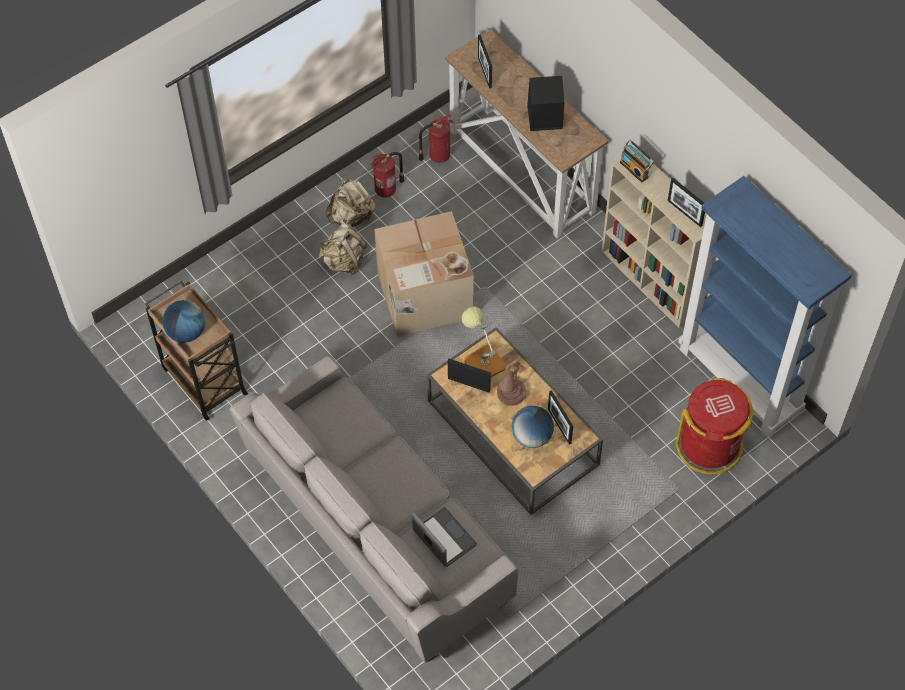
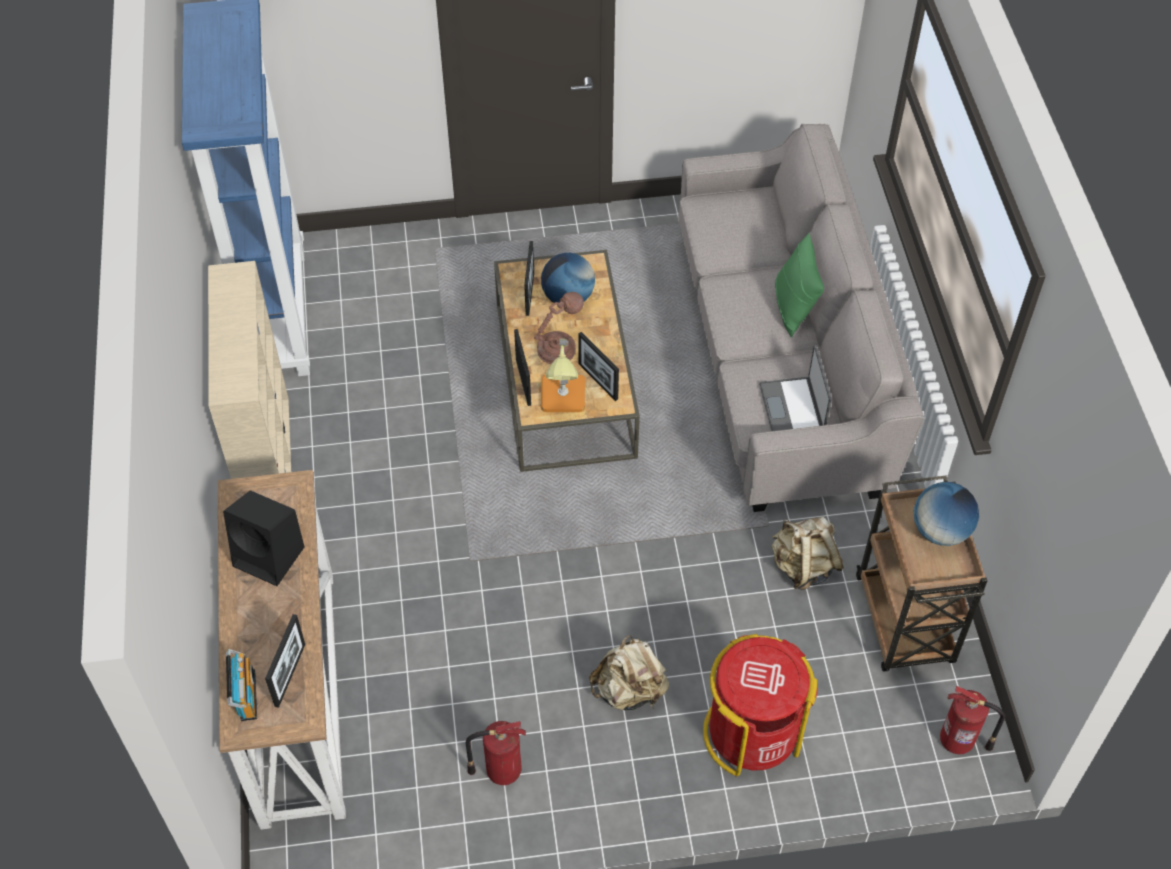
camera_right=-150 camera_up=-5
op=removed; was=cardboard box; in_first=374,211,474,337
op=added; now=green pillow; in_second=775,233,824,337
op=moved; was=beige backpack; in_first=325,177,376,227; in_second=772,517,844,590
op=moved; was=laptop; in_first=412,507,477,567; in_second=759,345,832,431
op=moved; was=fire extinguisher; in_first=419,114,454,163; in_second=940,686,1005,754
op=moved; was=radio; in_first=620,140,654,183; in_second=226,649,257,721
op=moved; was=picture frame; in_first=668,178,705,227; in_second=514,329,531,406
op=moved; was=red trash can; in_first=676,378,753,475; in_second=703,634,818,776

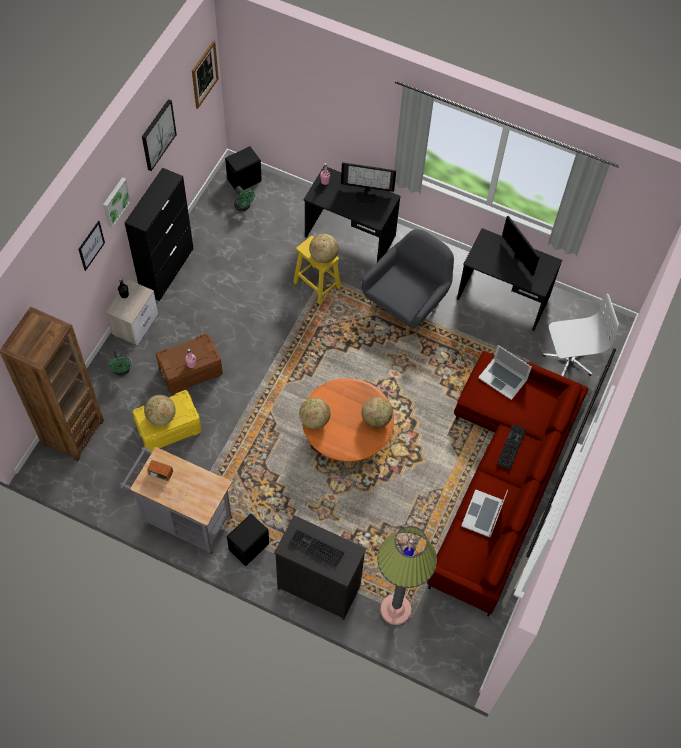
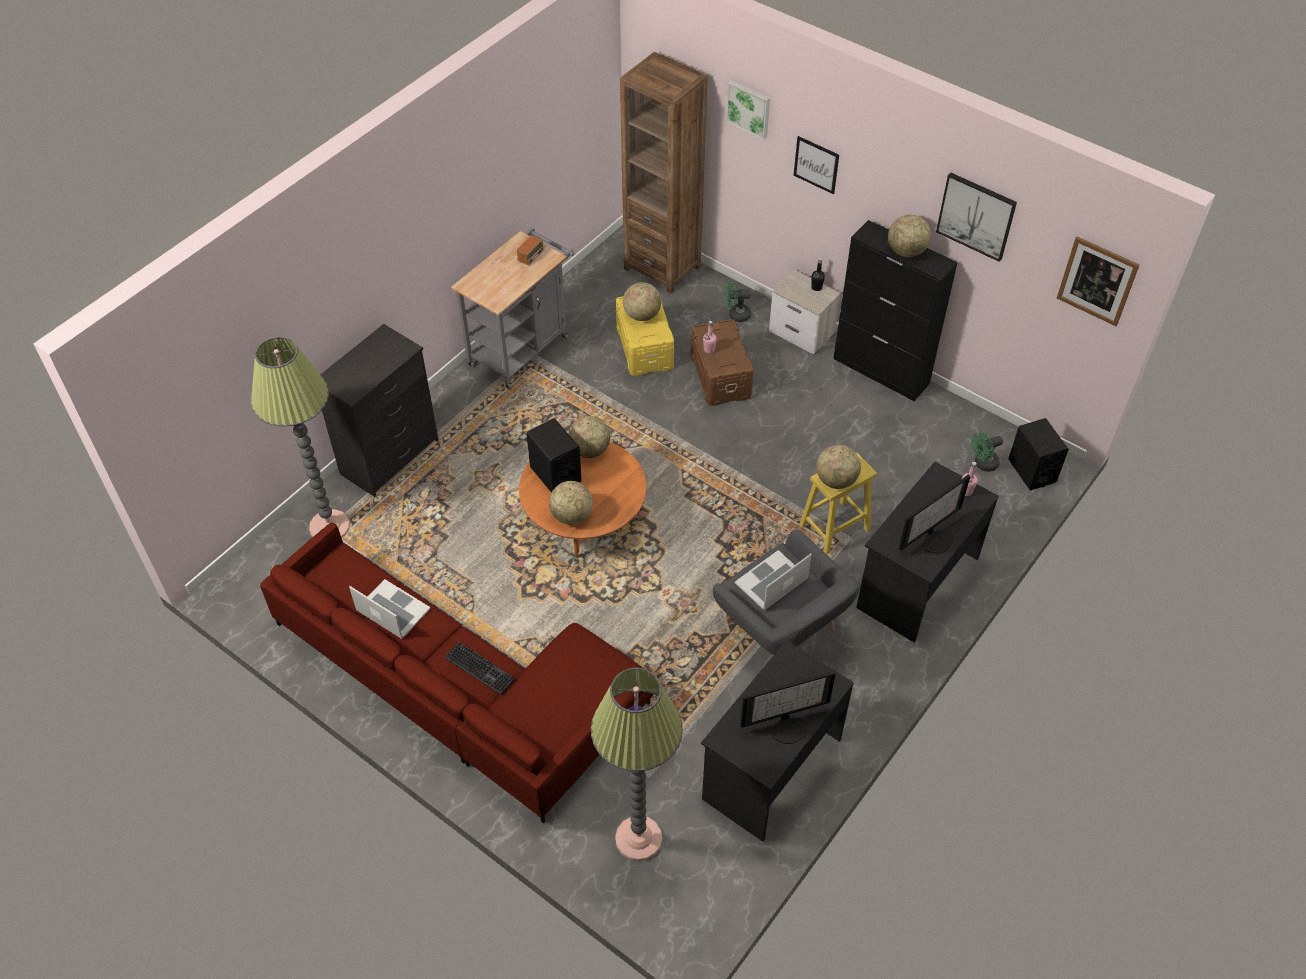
camera_right=105 camera_up=-10
op=removed; was=keyboard; in_first=289,530,344,567
op=added; now=globe; in_second=888,215,931,257
op=moved; was=picture; in_first=103,177,131,228; in_second=726,80,770,140
op=moved; was=black speaker; in_first=227,514,269,566; in_second=527,418,581,492
op=moved; was=laptop; in_first=478,345,532,400; in_second=735,550,812,611
op=replaced; was=white office chair; now=floor lamp; in_first=542,294,619,376; in_second=591,668,683,862
op=turned; was=monitor; in_first=341,162,396,204; in_second=899,475,970,553; clockwise=-150

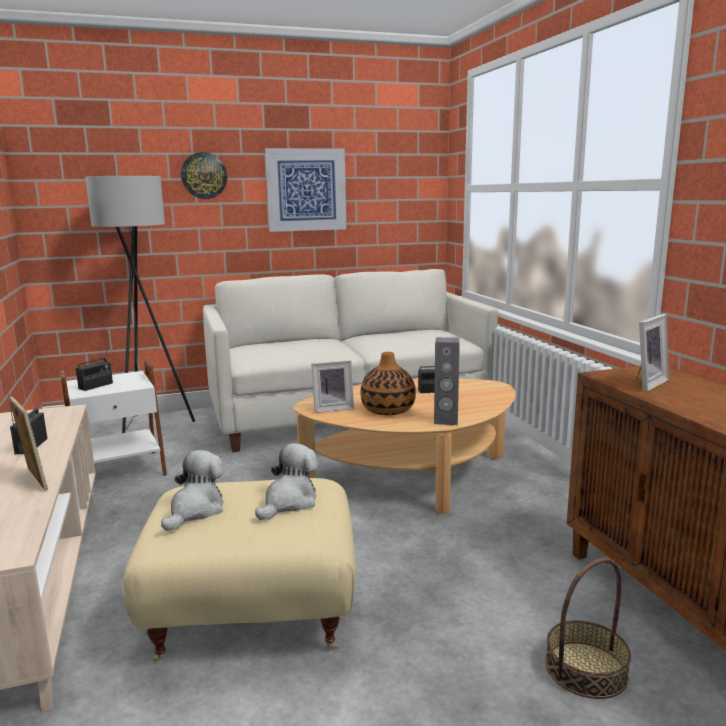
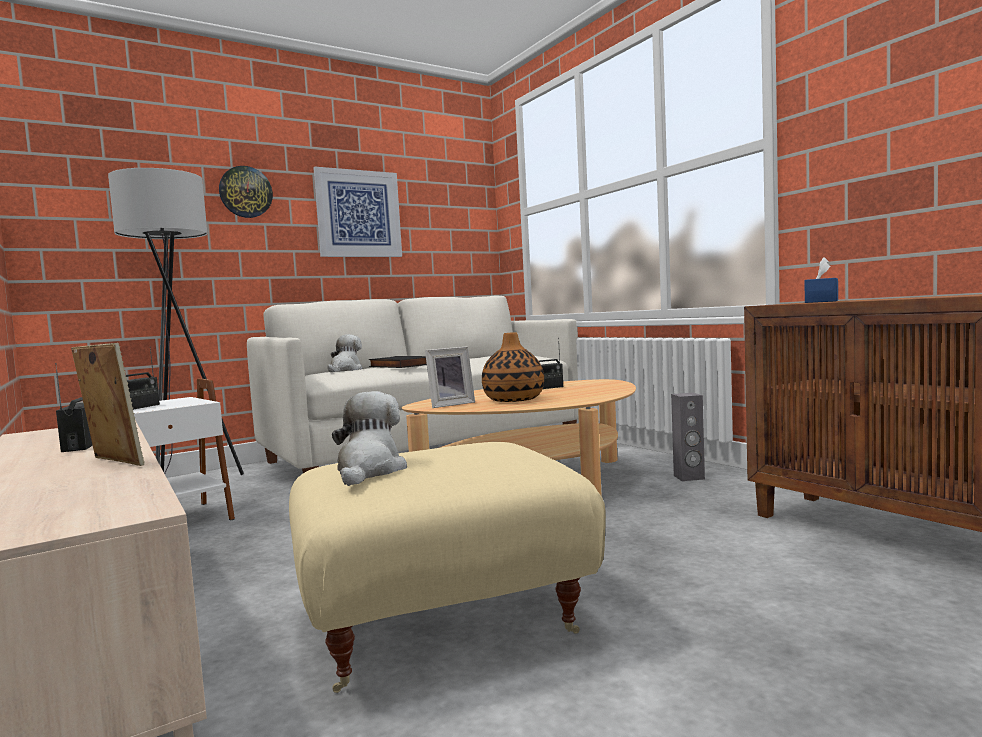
camera_right=-15 camera_up=-10
op=removed; was=basket; in_first=545,558,631,699
op=added; now=black book; in_second=369,356,427,368
op=moved; was=plush toy; in_first=255,443,318,520; in_second=327,334,362,372
op=moved; was=grey speaker; in_first=434,337,460,425; in_second=671,393,705,481
op=replaced; was=picture frame; now=blue tissue box; in_first=635,314,669,392; in_second=804,257,838,303

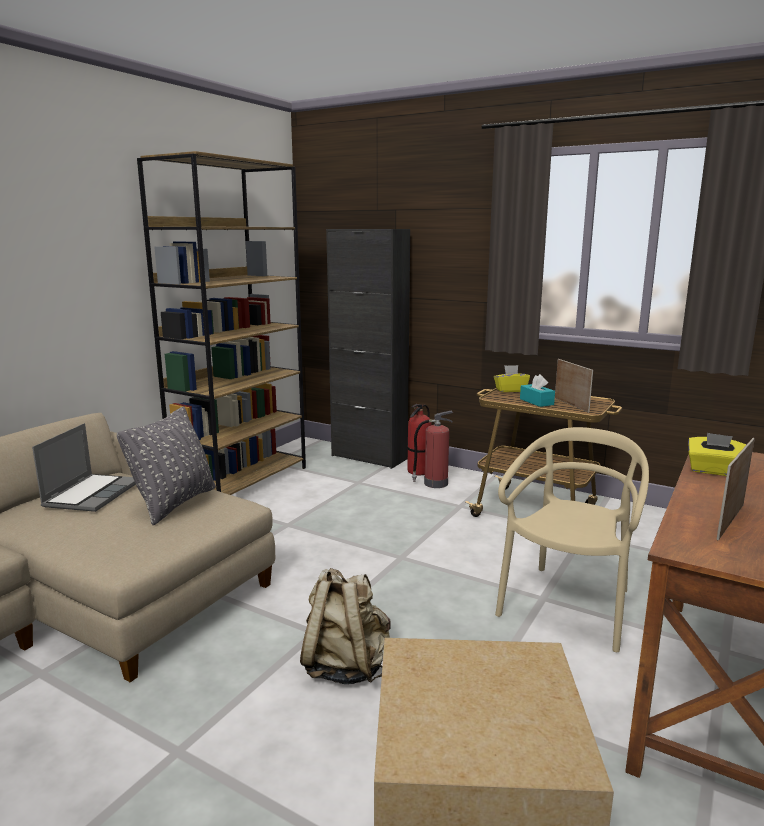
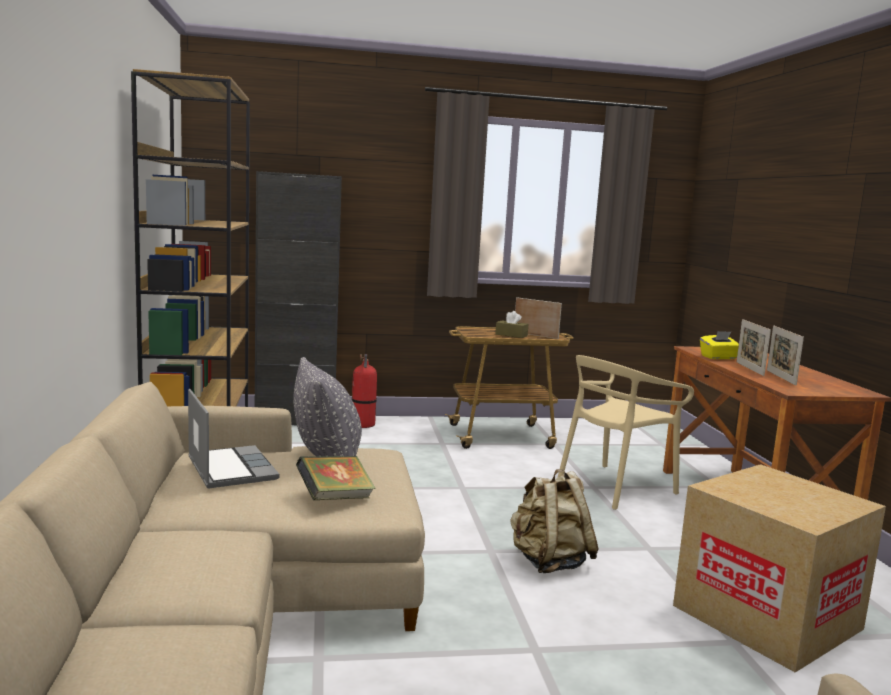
camera_right=-40 camera_up=-5
op=removed; was=fire extinguisher; in_first=412,410,453,488
op=removed; was=yellow tissue box; in_first=494,365,530,392
op=added; now=book; in_second=296,456,376,500
op=added; now=picture frame; in_second=736,319,771,376
op=recoloured; was=turquoise tissue box; now=brown tissue box; in_first=520,374,555,407; in_second=495,311,528,338
op=turned; was=beige chair; in_first=495,427,649,652; in_second=558,355,694,510; clockwise=-120

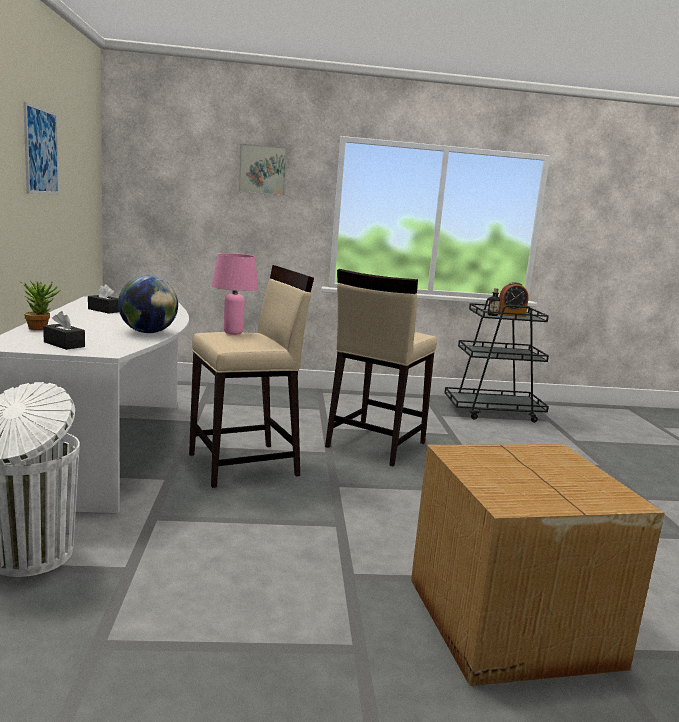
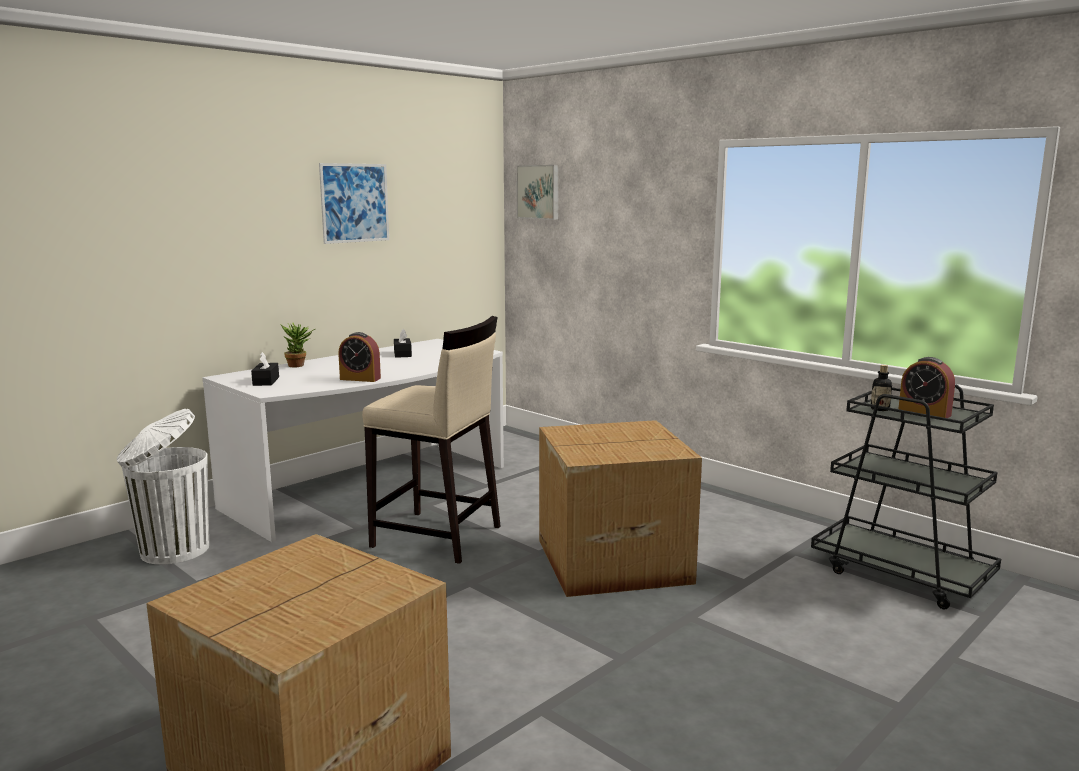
camera_right=50 camera_up=0
op=removed; was=pink table lamp; in_first=212,253,258,335
op=moved; was=picture; in_first=238,143,288,196; in_second=516,165,559,220
op=replaced; was=globe; now=alarm clock; in_first=118,276,178,333; in_second=338,332,381,382
op=replaced; was=beige stool; now=cardboard box; in_first=325,269,437,467; in_second=539,420,702,597

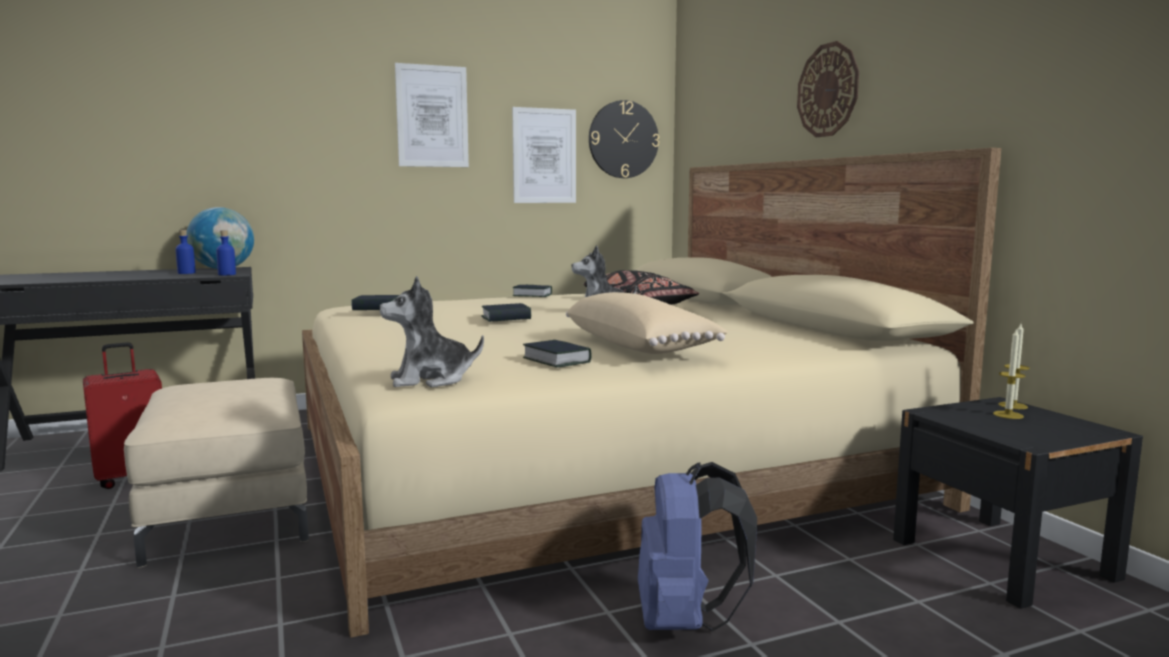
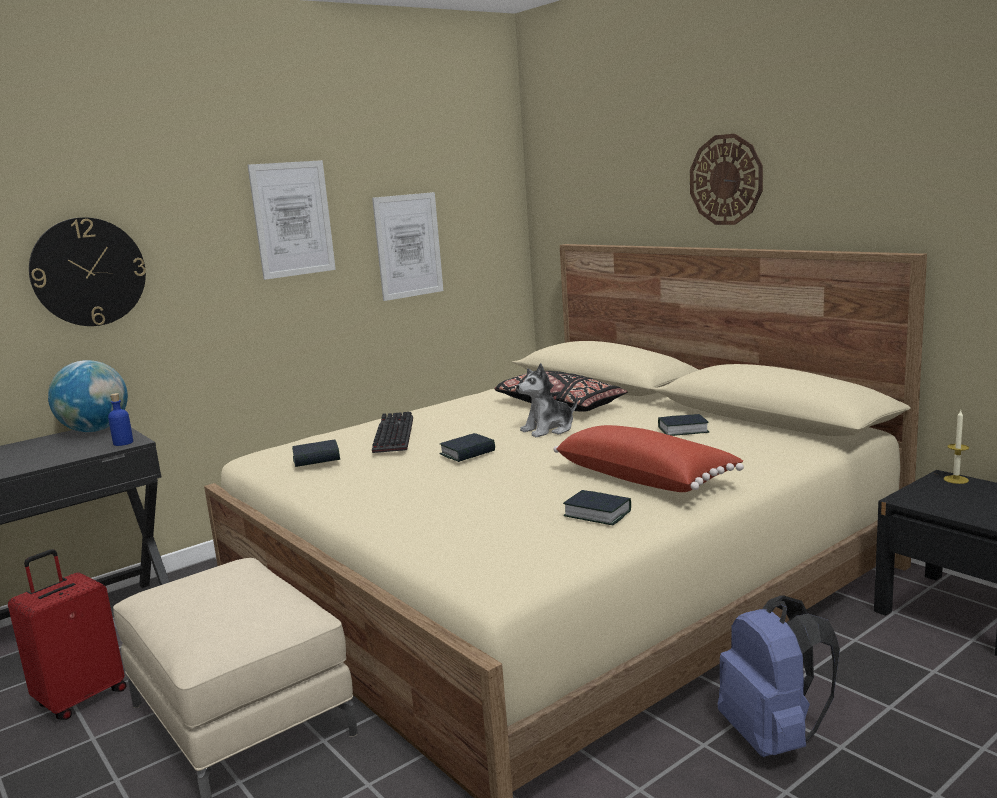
camera_right=-15 camera_up=5
op=removed; was=blue bottle; in_first=175,230,196,274
op=removed; was=plush toy; in_first=379,276,484,387
op=removed; was=candle; in_first=993,328,1025,419
op=added; now=keyboard; in_second=372,412,413,453
op=moved; was=book; in_first=512,285,552,297; in_second=658,414,710,436
op=moved; was=wall clock; in_first=589,100,659,178; in_second=29,217,146,326
op=recoloured; was=beige pillow; now=red pillow; in_first=566,292,728,354; in_second=554,425,744,492

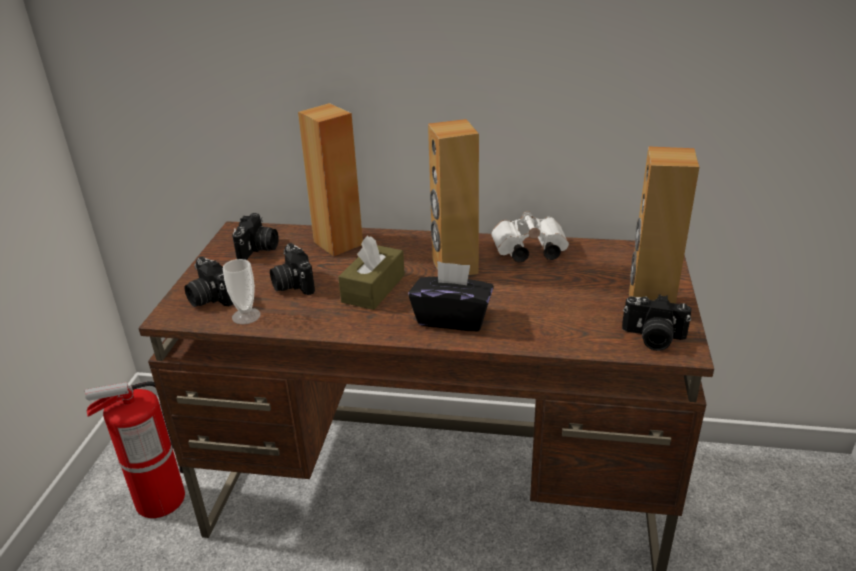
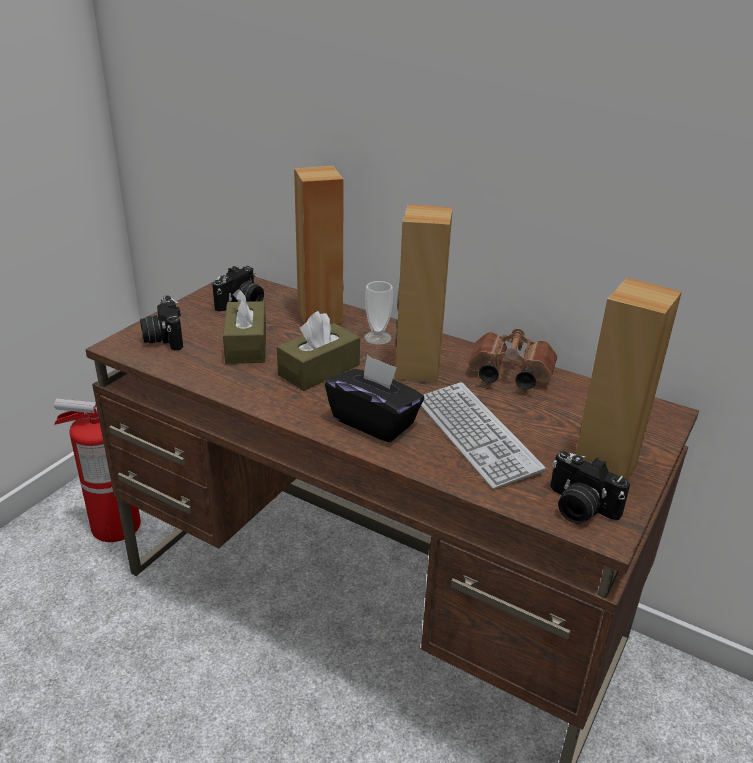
camera_right=20 camera_up=0
op=added; now=keyboard; in_second=421,382,546,489
op=moved; was=cup; in_first=223,259,261,325; in_second=364,281,393,345
op=replaced; was=photo camera; now=brown tissue box; in_first=270,243,315,295; in_second=223,289,266,364
op=recoloured; was=white binoculars; now=brown binoculars; in_first=491,211,569,262; in_second=468,329,557,390

